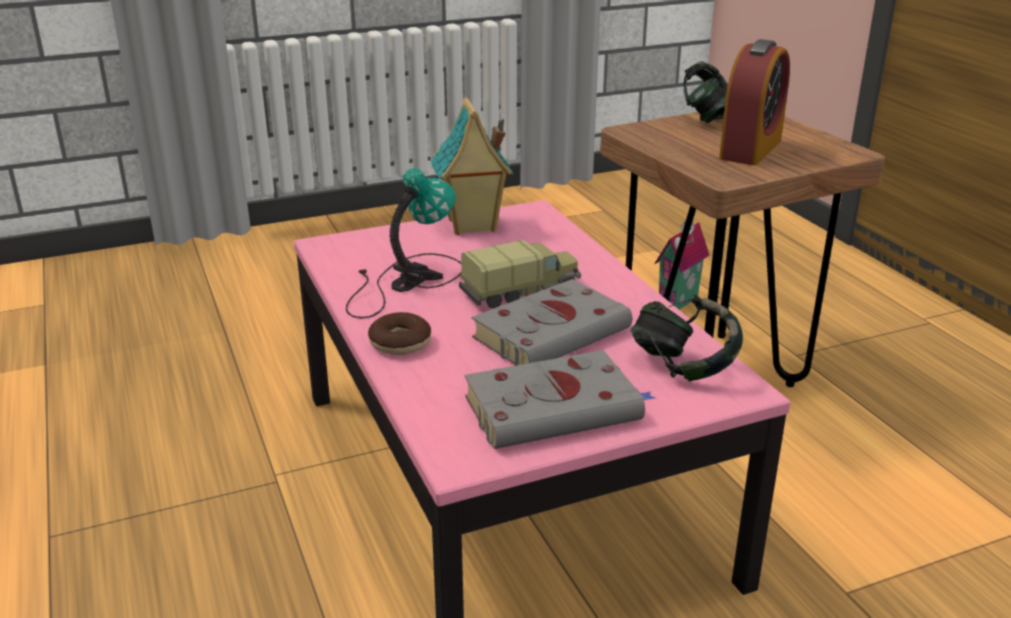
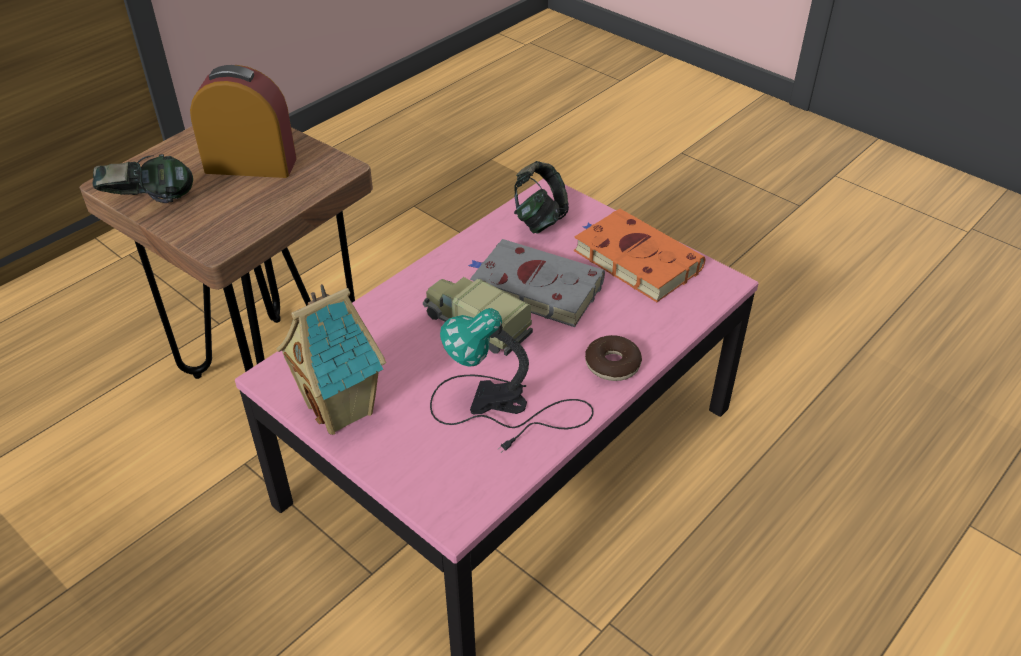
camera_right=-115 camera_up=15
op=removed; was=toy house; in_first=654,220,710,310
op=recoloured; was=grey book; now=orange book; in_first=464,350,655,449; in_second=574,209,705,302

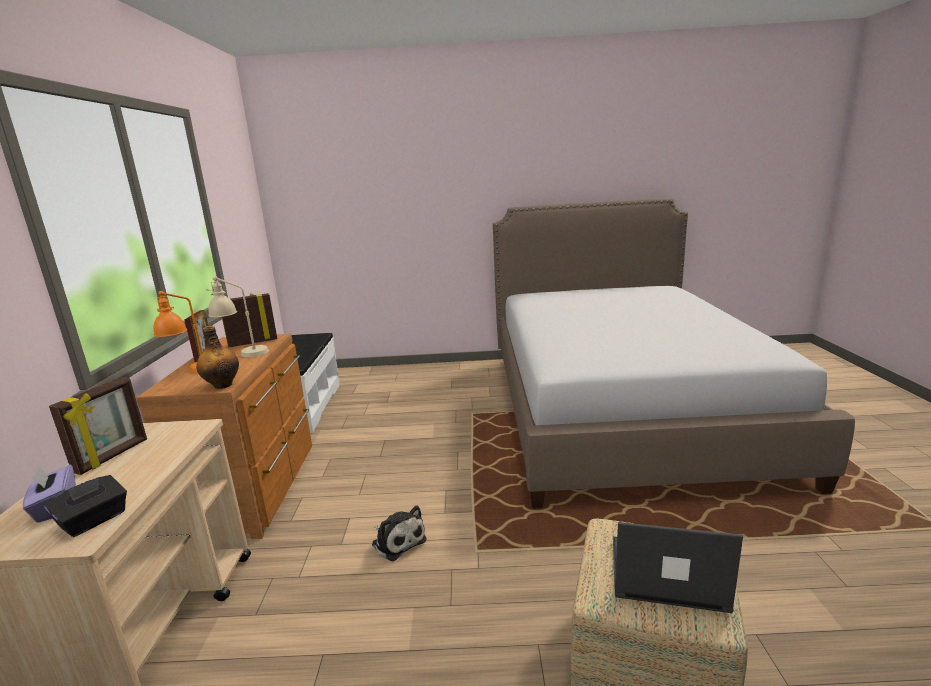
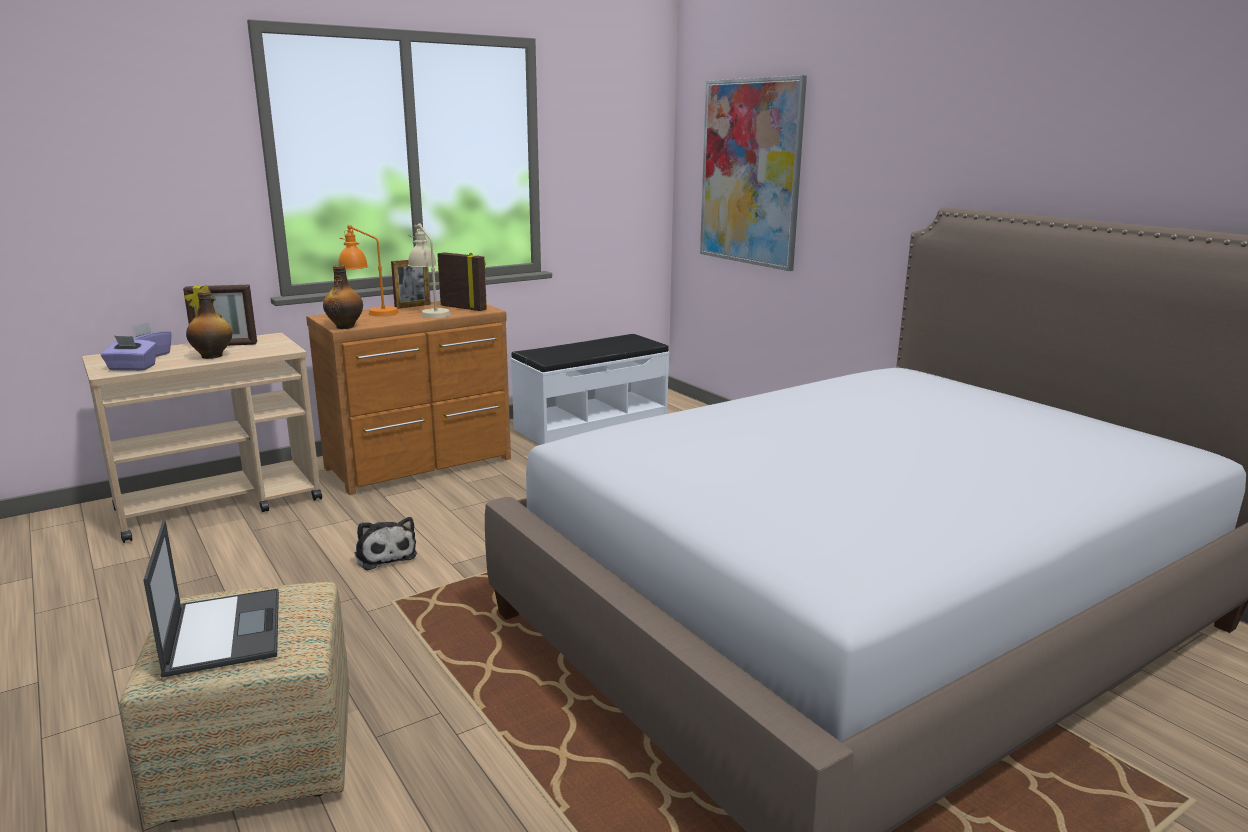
camera_right=55 camera_up=0
op=added; now=bottle; in_second=186,290,232,359
op=added; now=picture; in_second=700,75,807,271
op=recoloured; was=black tissue box; now=purple tissue box; in_first=44,475,127,537; in_second=101,336,157,371
op=turned; was=plush toy; in_first=372,506,427,561; in_second=355,517,417,571; clockwise=-45

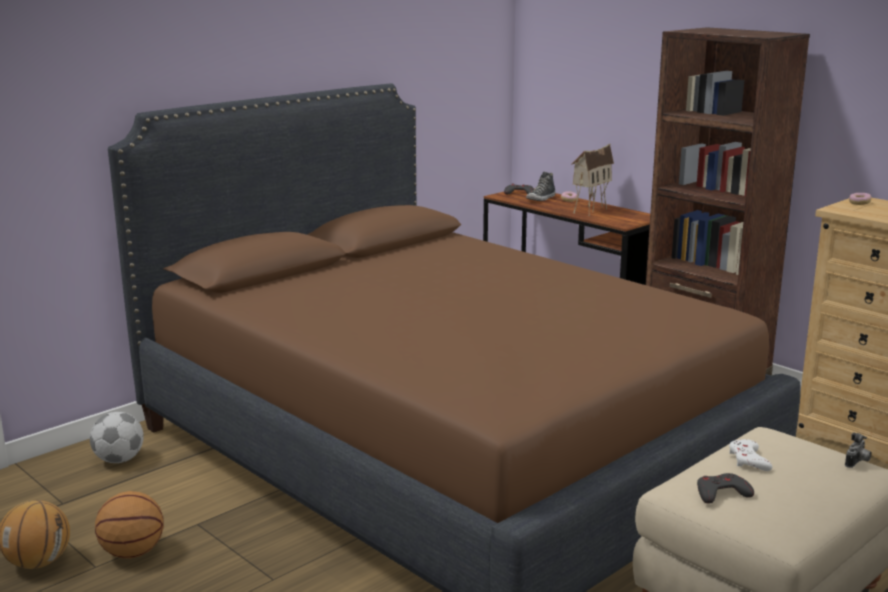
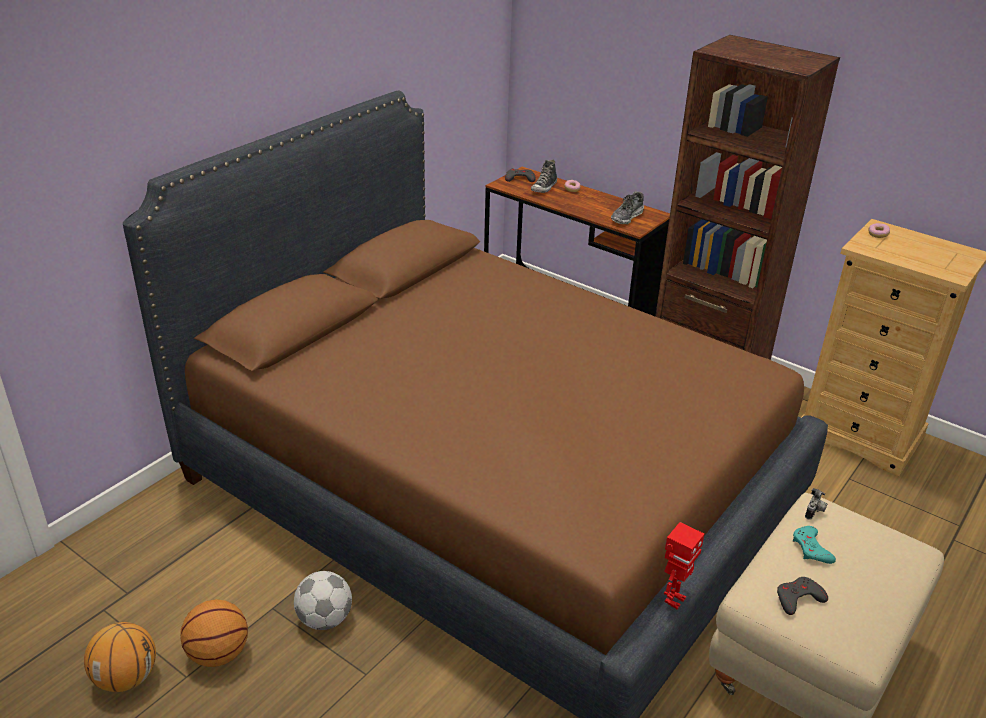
camera_right=-10 camera_up=15
op=removed; was=toy house; in_first=571,144,614,214
op=added; now=shoe; in_second=611,191,644,224
op=added; now=toy robot; in_second=664,522,704,610
op=moved; was=football; in_first=90,412,144,463; in_second=294,571,352,630
op=moved; was=photo camera; in_first=845,432,872,468; in_second=805,488,827,520
op=recoloured; was=white game controller; now=turquoise game controller; in_first=729,439,772,471; in_second=793,526,836,564

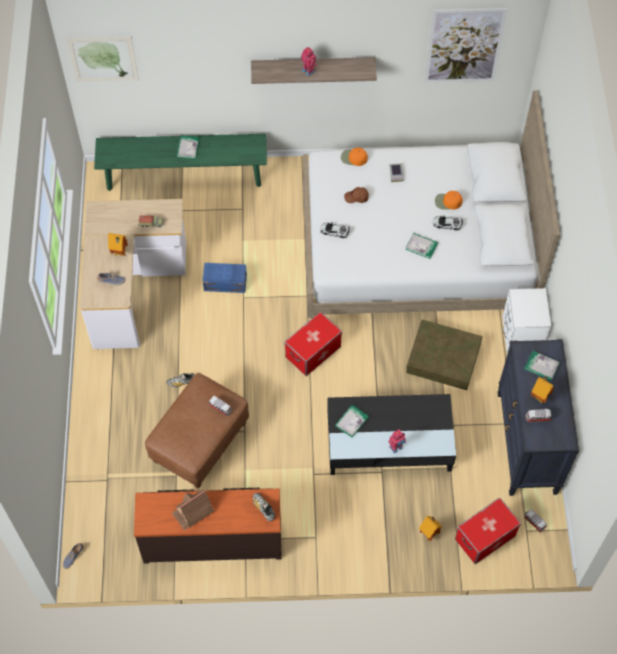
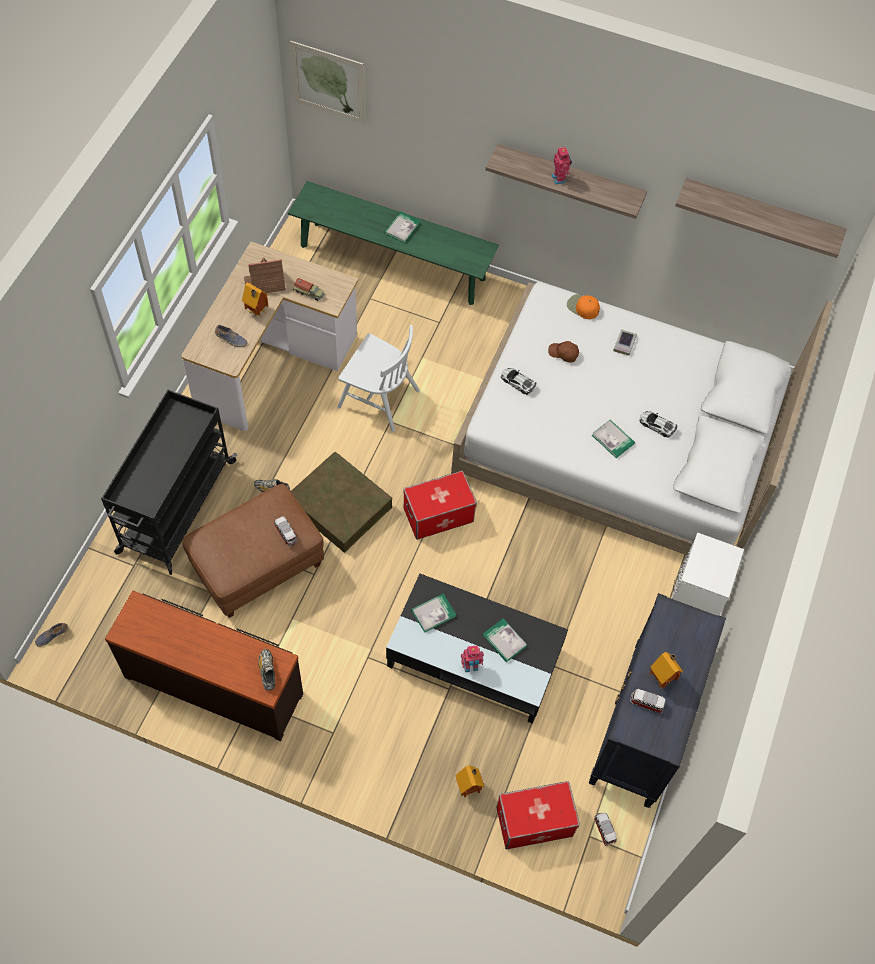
camera_right=20 camera_up=0
op=removed; was=orange cap; in_first=435,191,463,210
op=added; now=black cart; in_second=101,390,237,575
op=moved; was=toy house; in_first=172,490,214,530; in_second=244,257,286,293
op=moved; was=brown storage box; in_first=406,320,482,390; in_second=291,452,392,553
op=moved; was=book; in_first=524,351,560,381; in_second=482,618,527,662
op=replaced; was=blue storage box; now=white chair; in_first=203,263,247,293; in_second=337,325,420,432
op=replaced; was=picture; now=shelf; in_first=425,8,507,82; in_second=675,178,846,258

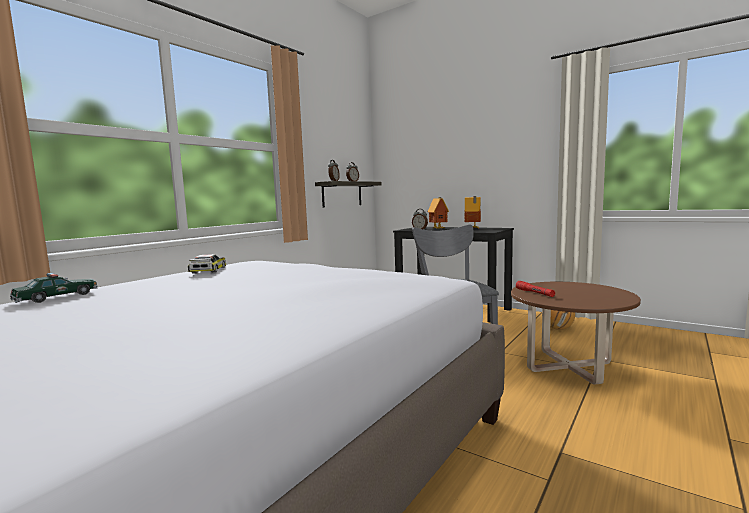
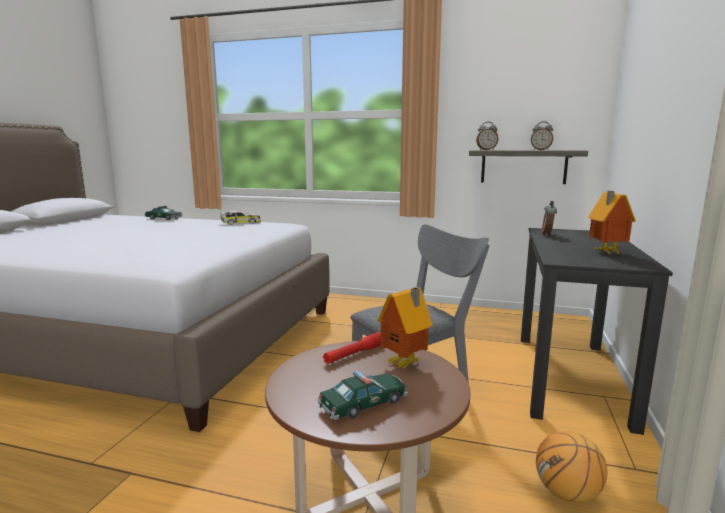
camera_right=70 camera_up=5
op=added; now=toy car; in_second=317,371,408,420
op=moved; was=toy house; in_first=428,197,449,229; in_second=377,287,432,369

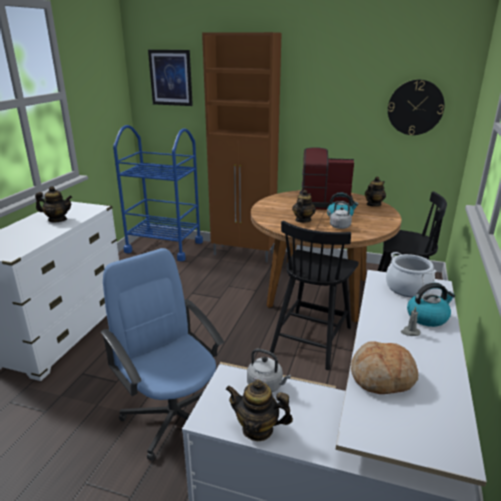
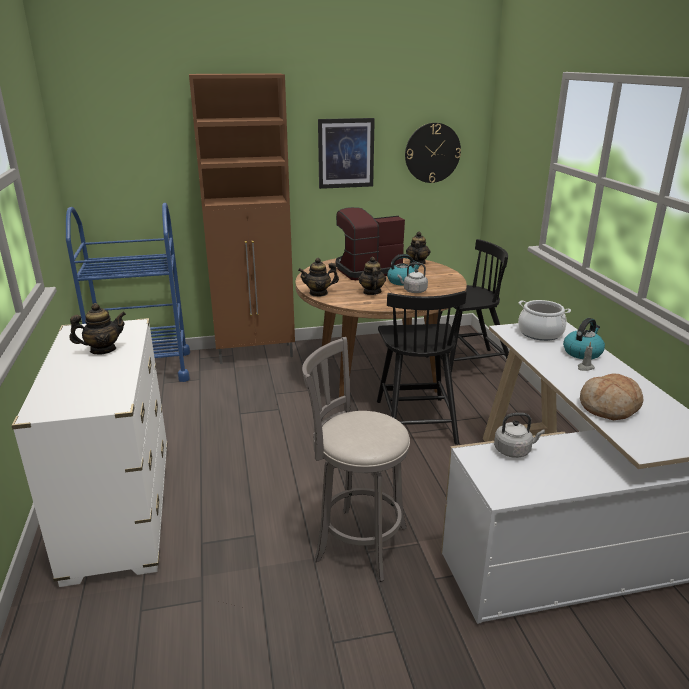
camera_right=-30 camera_up=0
op=moved; was=picture; in_first=148,50,193,106; in_second=318,118,375,189
op=moved; was=teapot; in_first=226,379,293,441; in_second=298,258,339,297
op=replaced; was=blue office chair; now=grey stool; in_first=101,248,224,461; in_second=302,337,410,582

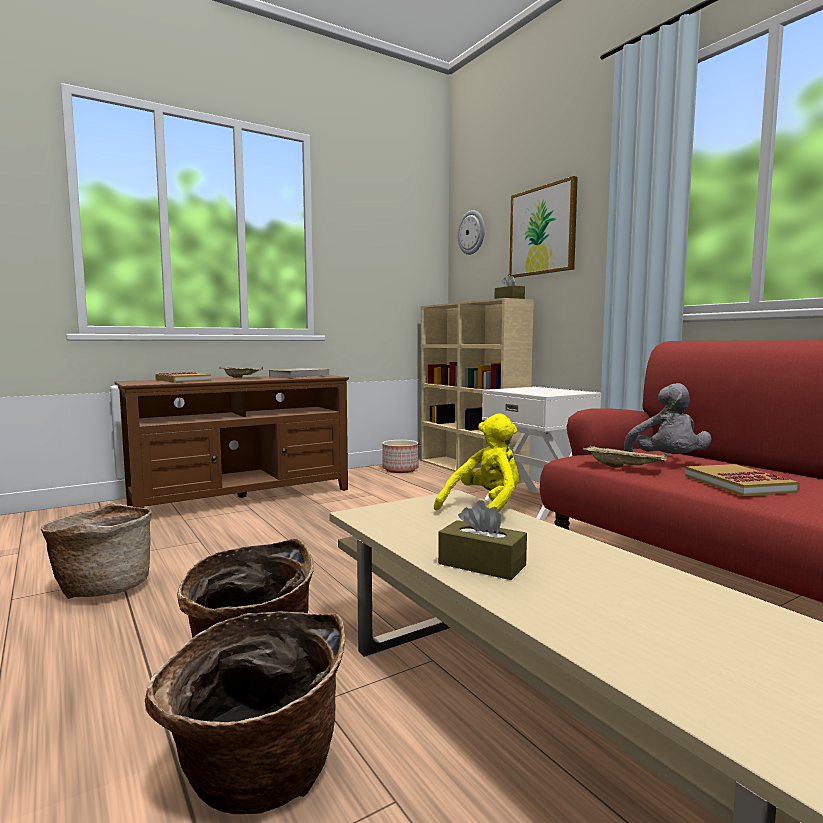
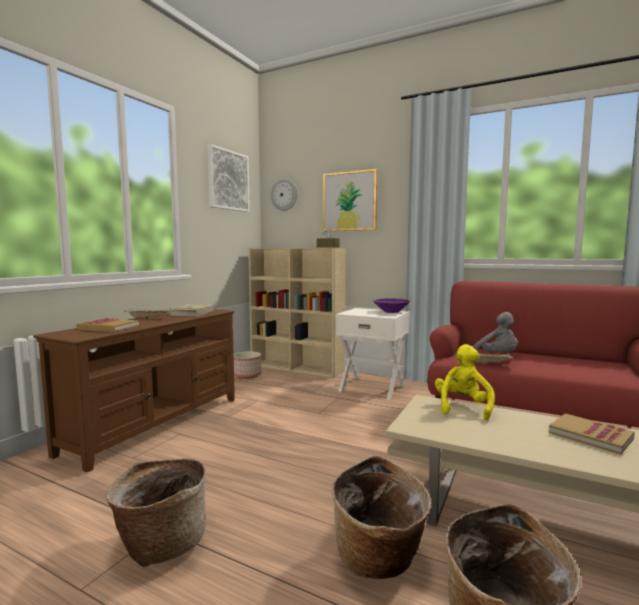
camera_right=-30 camera_up=0
op=removed; was=brown tissue box; in_first=438,500,527,580
op=added; now=picture; in_second=207,144,250,212
op=added; now=purple bowl; in_second=373,298,410,313
op=moved; was=book; in_first=685,464,800,496; in_second=548,413,635,455

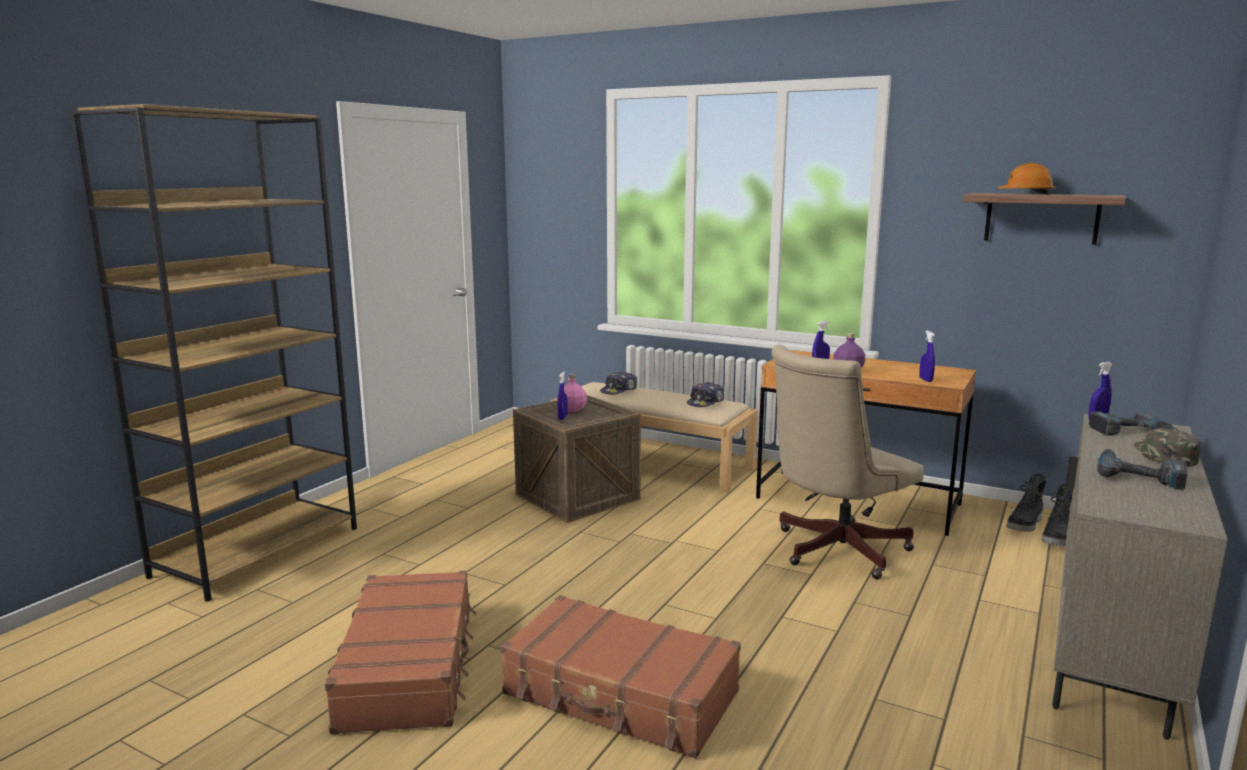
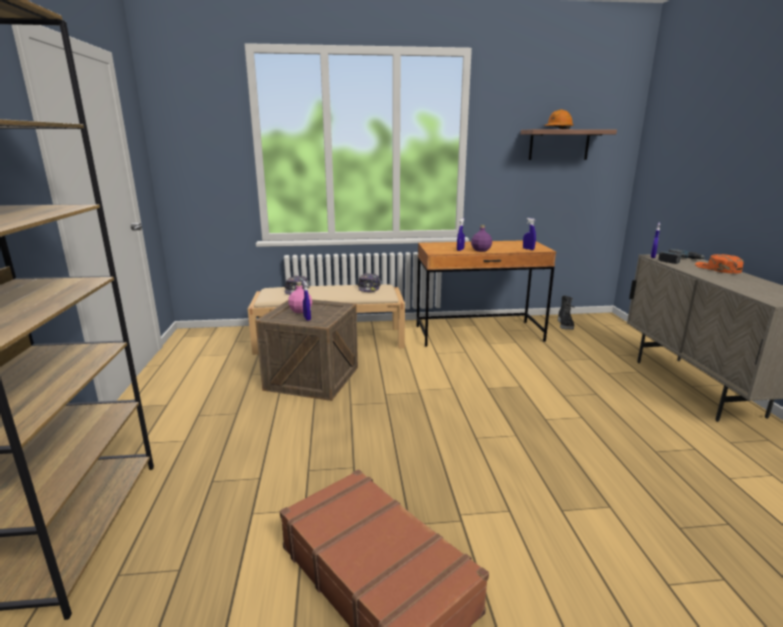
camera_right=-35 camera_up=5
op=removed; was=brown suitcase; in_first=500,595,741,758
op=removed; was=beige office chair; in_first=771,345,924,579
op=removed; was=black boot; in_first=1042,483,1073,546
op=removed; was=power drill; in_first=1097,449,1188,490
op=recoloured; was=green cap; now=orange cap; in_first=1134,428,1201,467; in_second=695,254,744,274

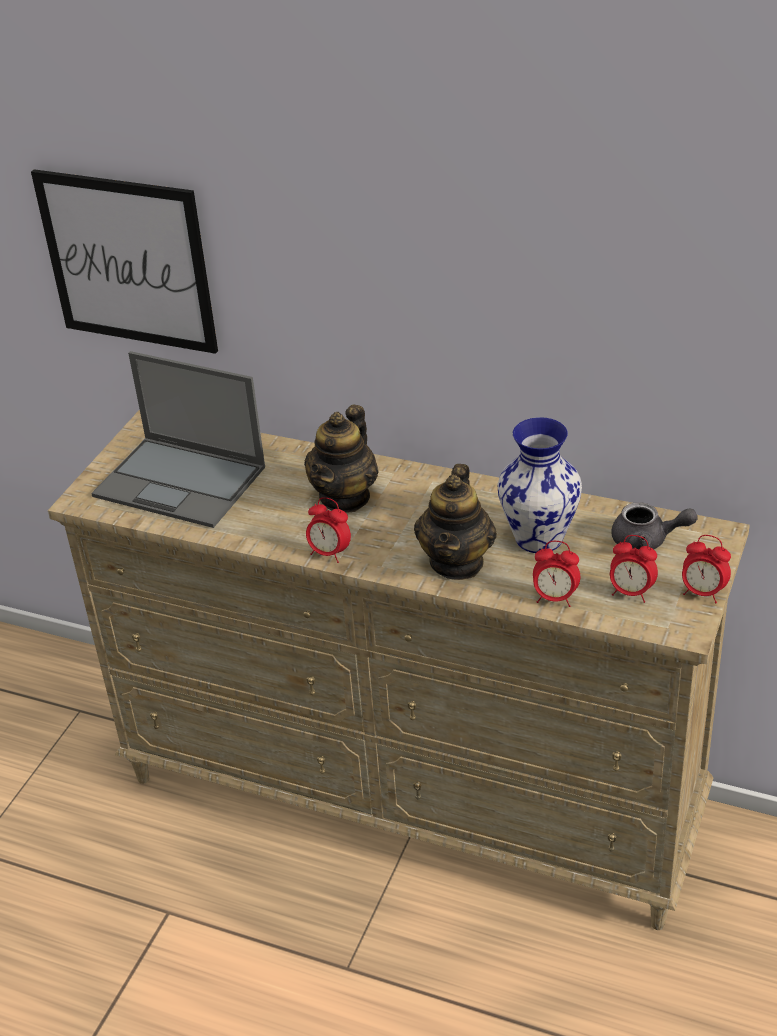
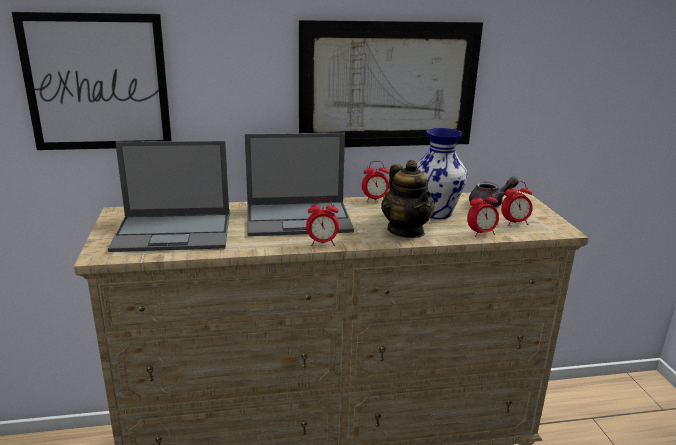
camera_right=-35 camera_up=-15
op=added; now=picture; in_second=299,20,483,147
op=moved; was=alarm clock; in_first=682,535,731,603; in_second=362,161,389,202
op=replaced; was=teapot; now=laptop; in_first=304,405,379,513; in_second=245,133,354,236

